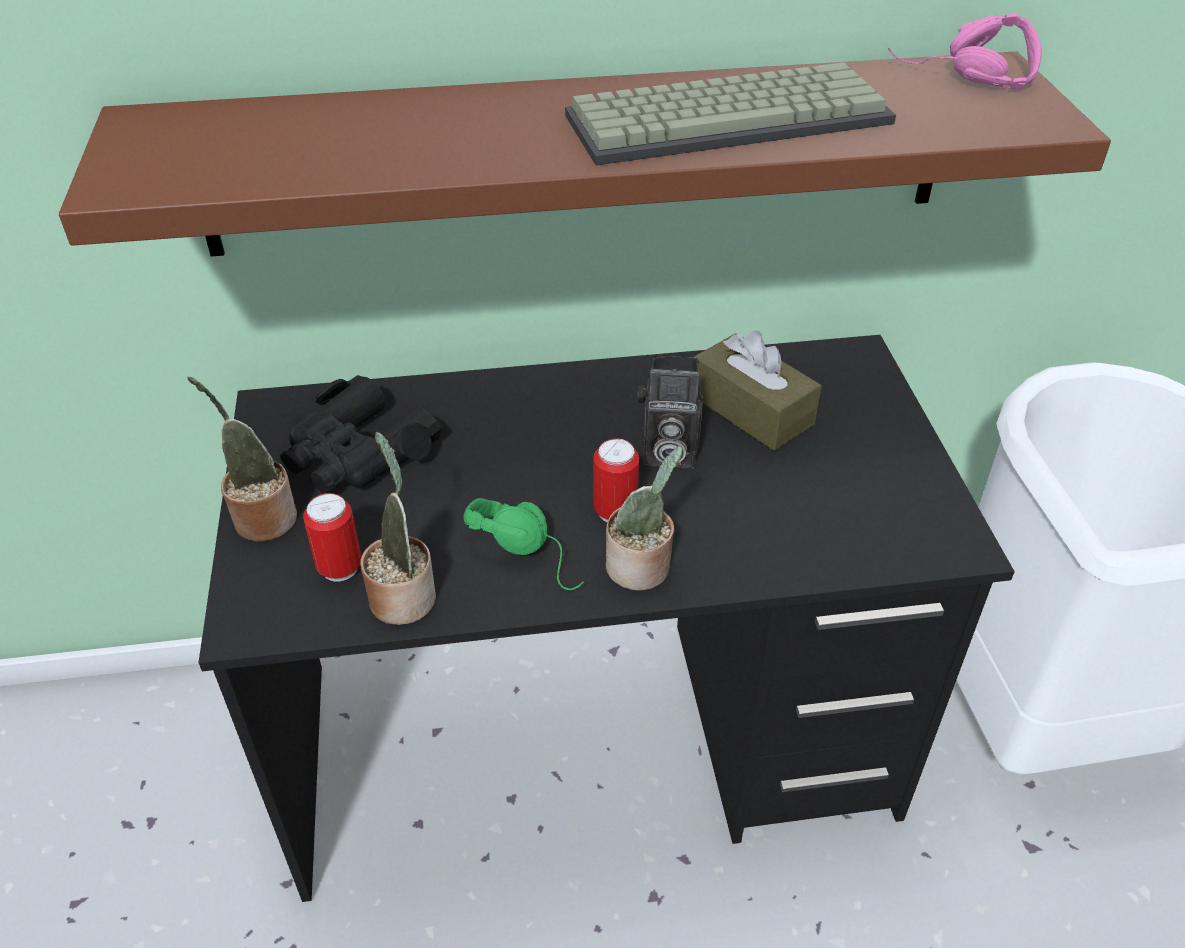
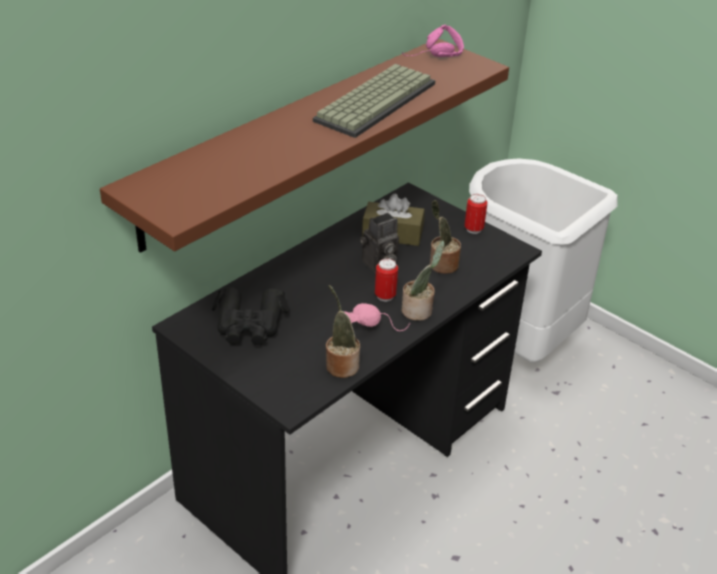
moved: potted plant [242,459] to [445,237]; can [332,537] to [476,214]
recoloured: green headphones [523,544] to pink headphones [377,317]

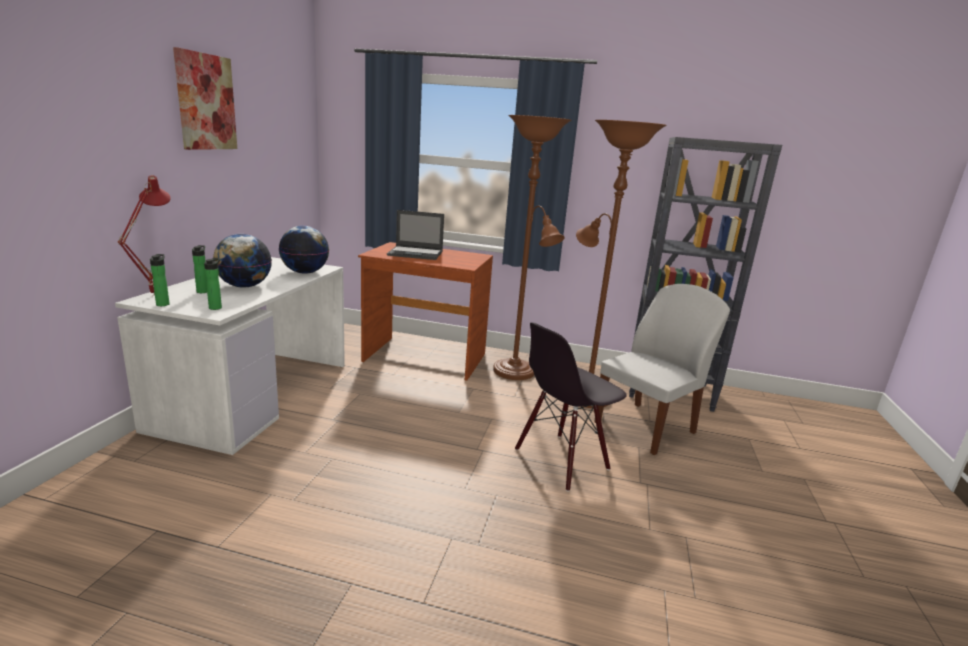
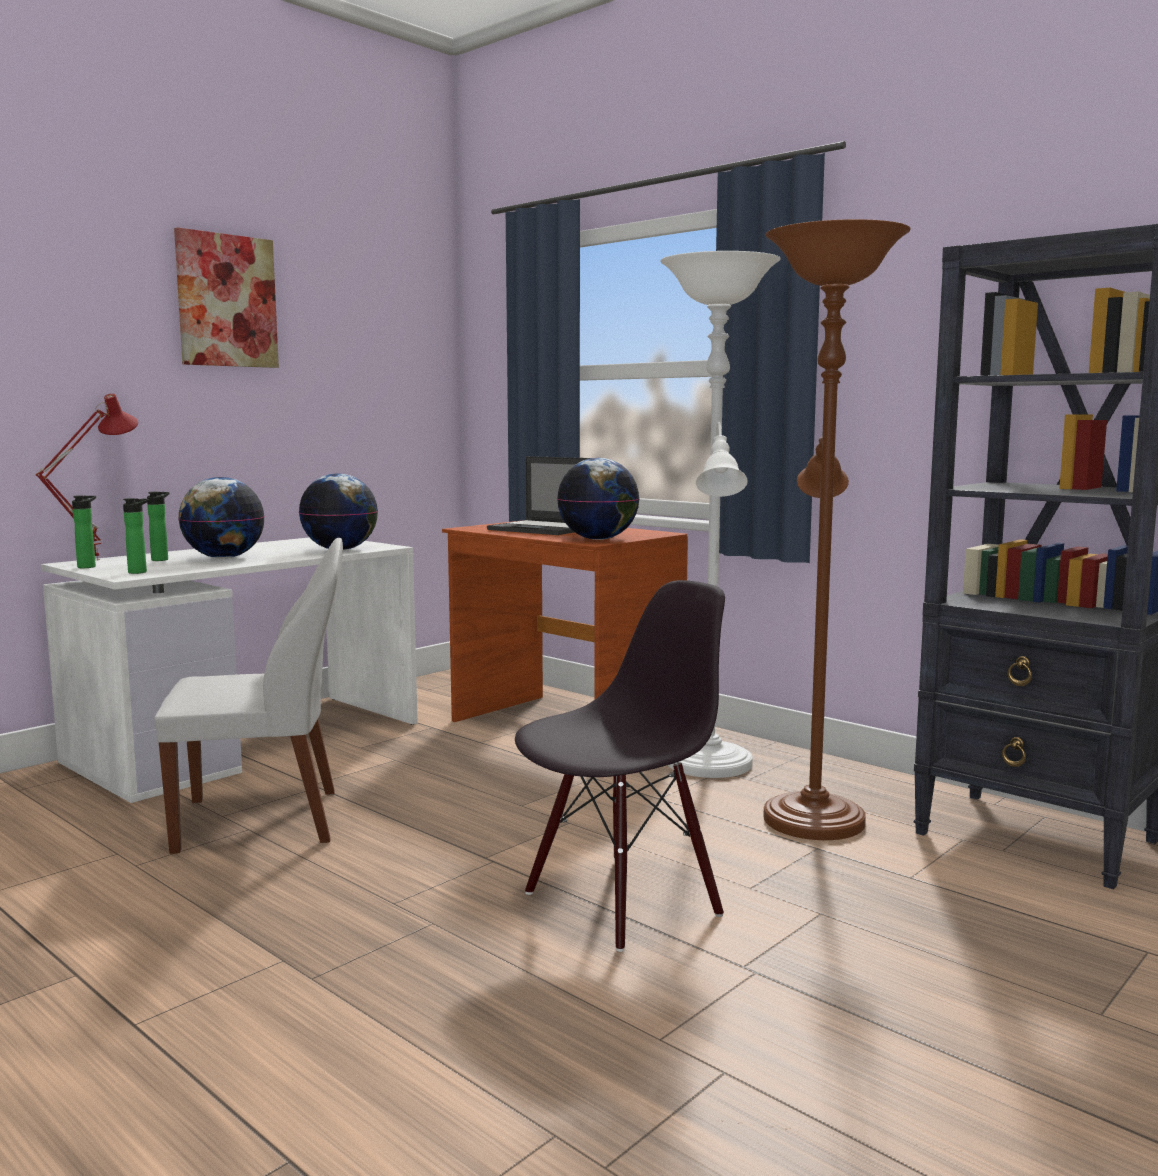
added: globe [598,499]
moved: white chair [662,369] to [248,696]
recoloured: brown floor lamp [532,247] to white floor lamp [720,514]
turned: black chair [571,407] = [620,766] 150 degrees clockwise

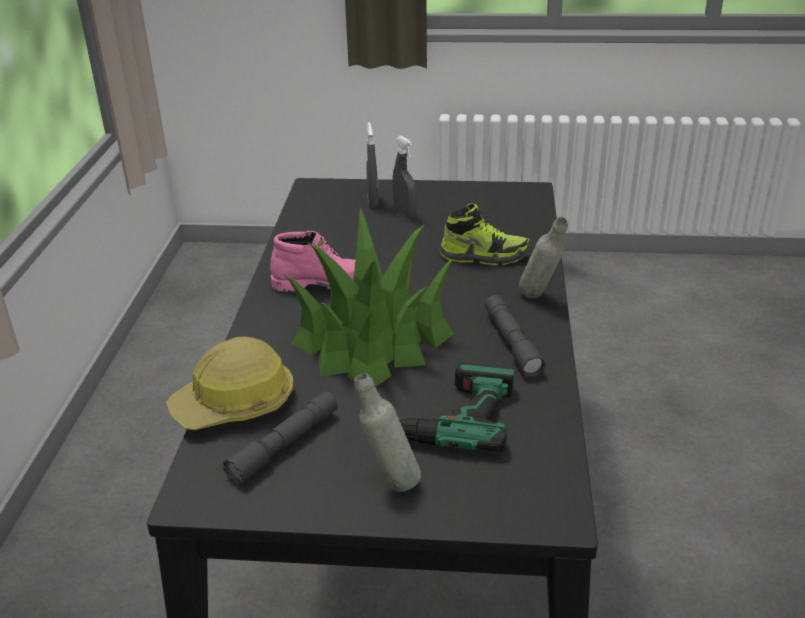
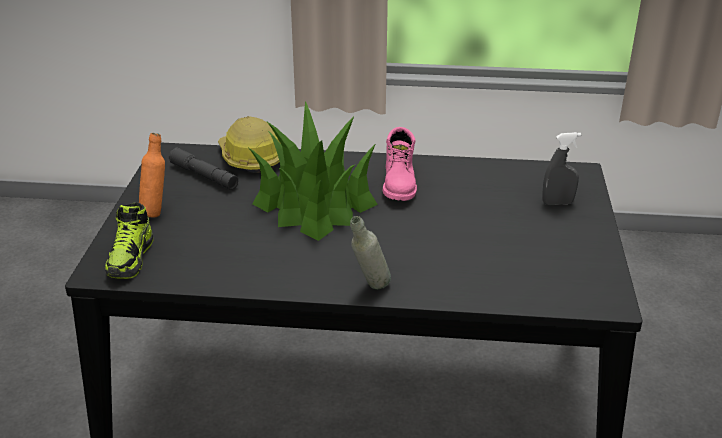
removed: grey spray bottle [404,177]; grey flashlight [515,336]; power drill [457,407]
moved: shoe [485,234] to [129,240]
recoloured: grey bottle [387,432] to orange bottle [152,175]

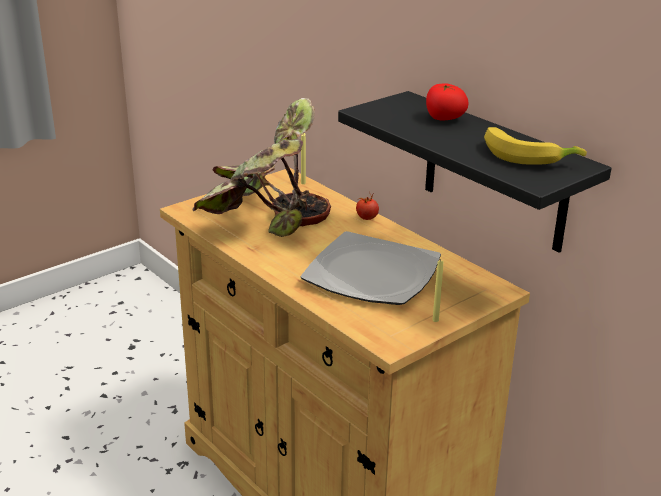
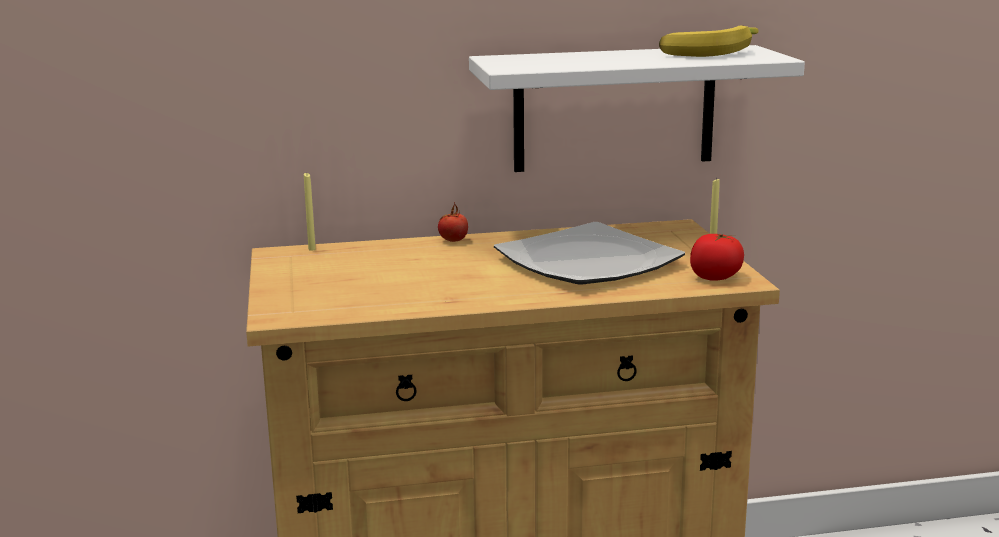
removed: potted plant [262,167]
moved: tomato [447,102] to [717,257]
recoloured: black shelf [475,172] to white shelf [637,108]

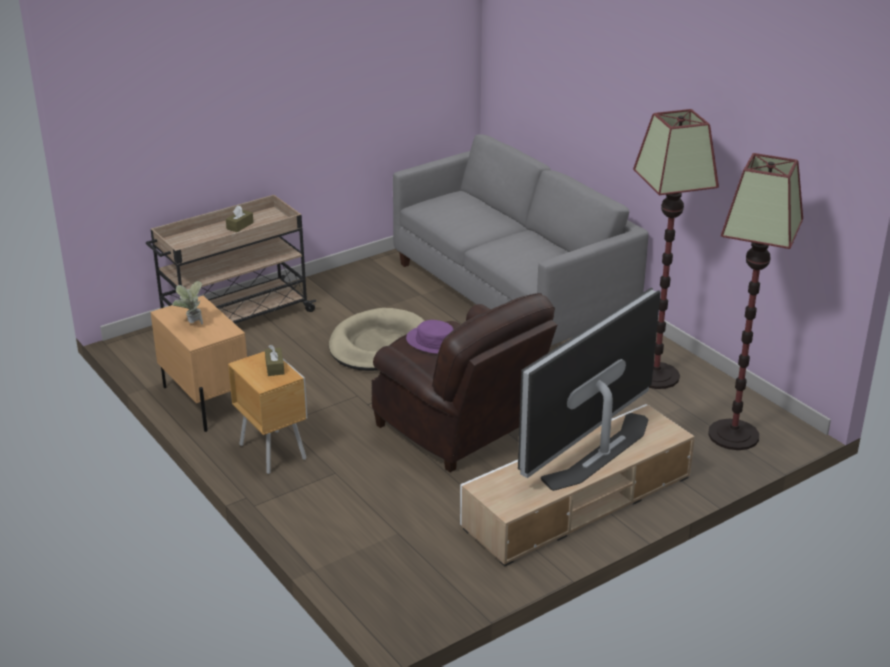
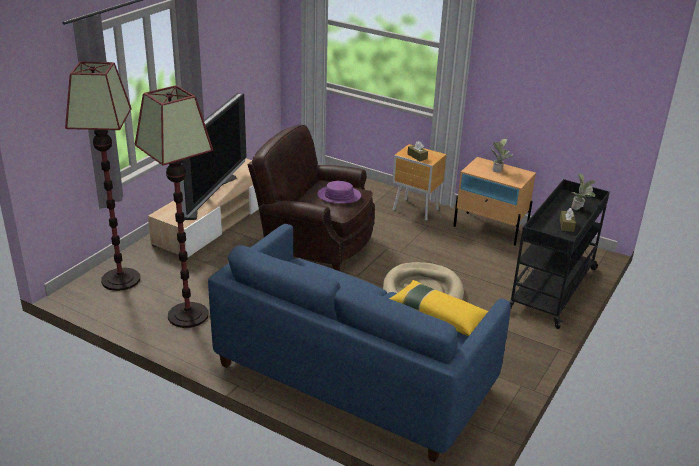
added: potted plant [584,191]; yellow pillow [438,308]
recoloured: grey sofa [520,239] to blue sofa [359,343]; beige cart [231,259] to black cart [559,254]

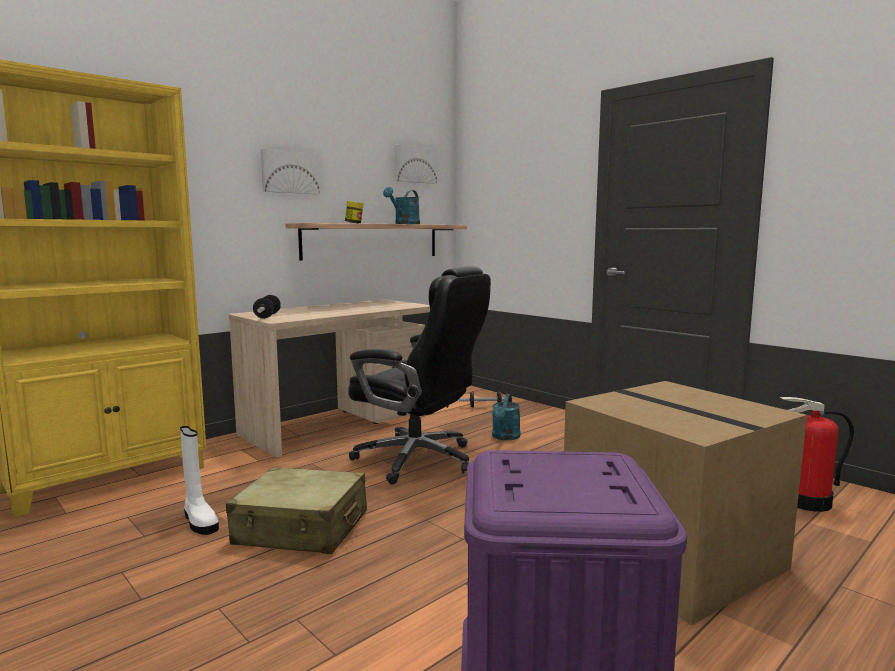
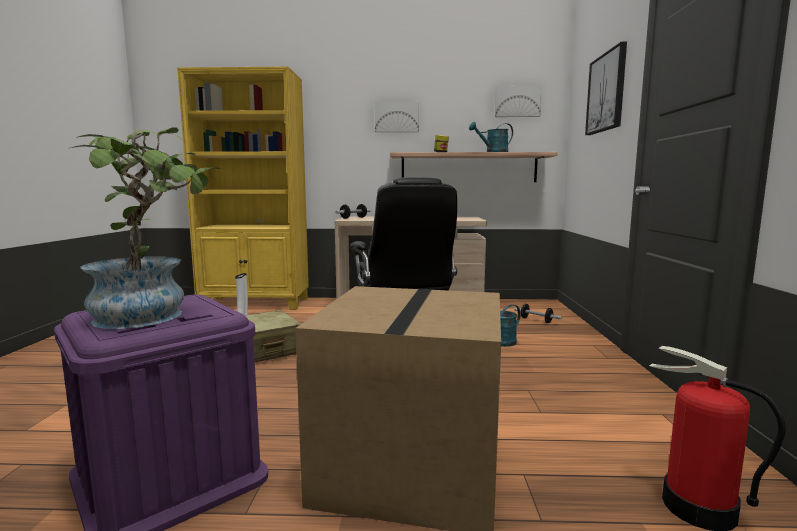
added: picture [606,88]; potted plant [146,228]

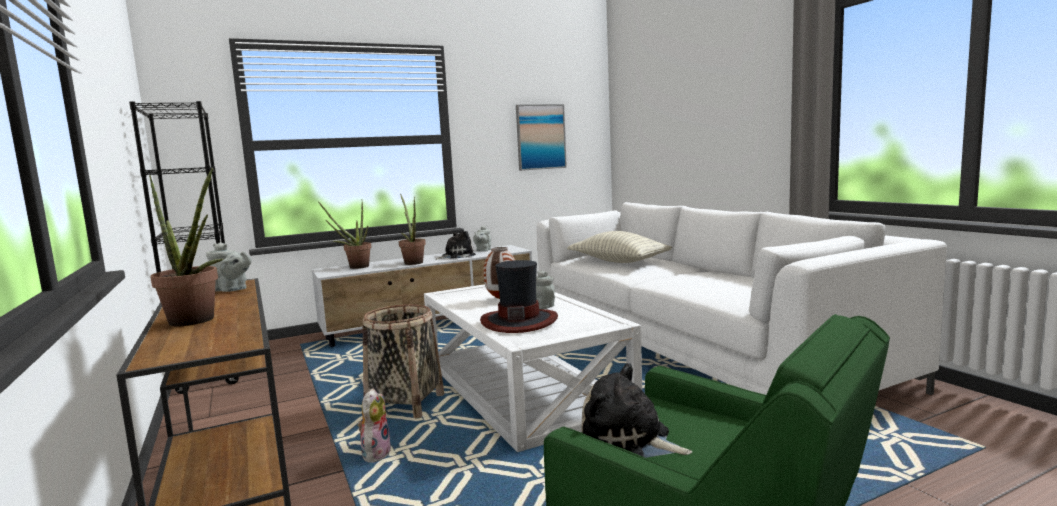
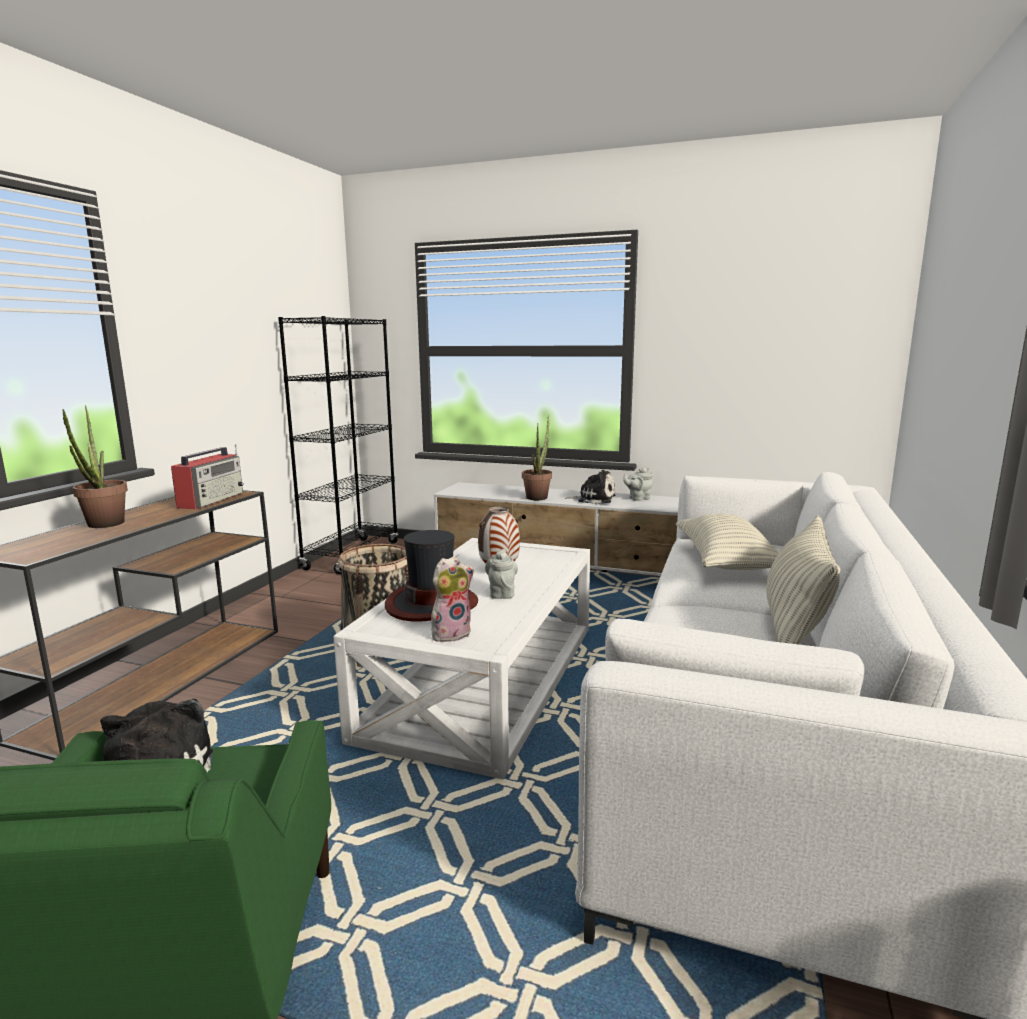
removed: picture [541,137]; potted plant [344,235]
added: pillow [803,580]
moved: plush toy [374,425] to [452,599]
replaced: grey teapot [229,267] to radio [207,476]

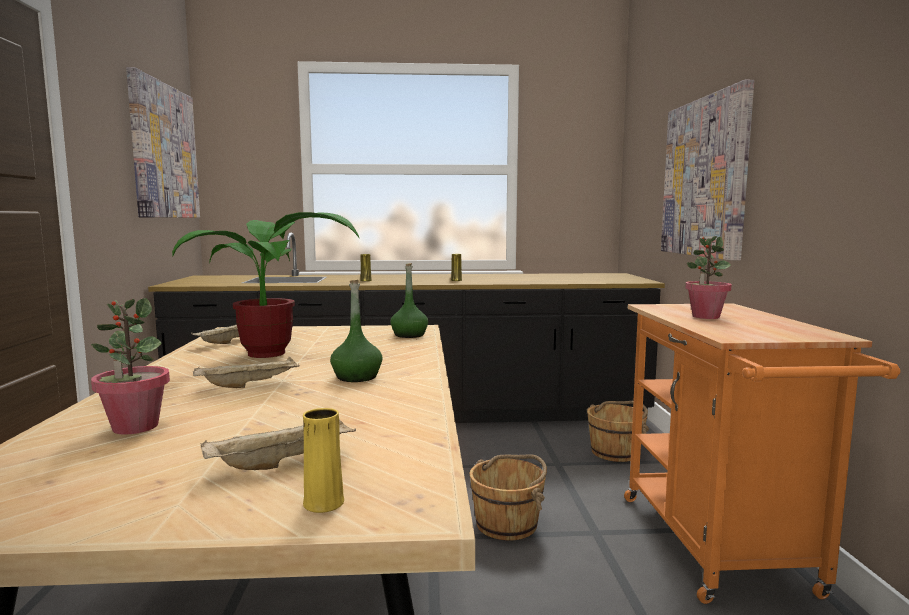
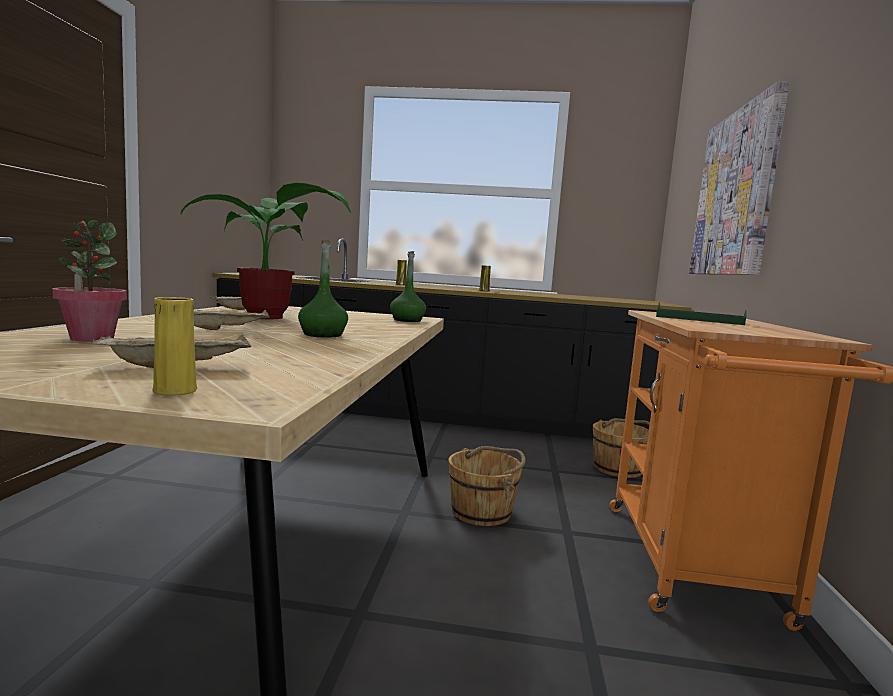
removed: picture [163,142]
replaced: potted plant [708,277] to green tray [701,314]

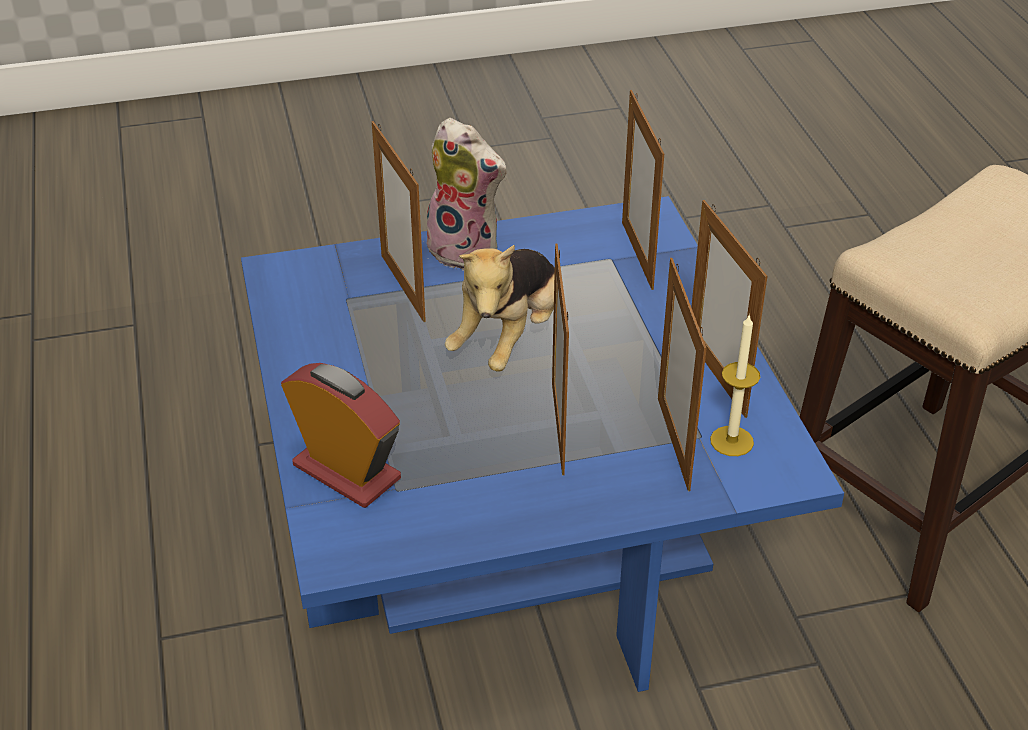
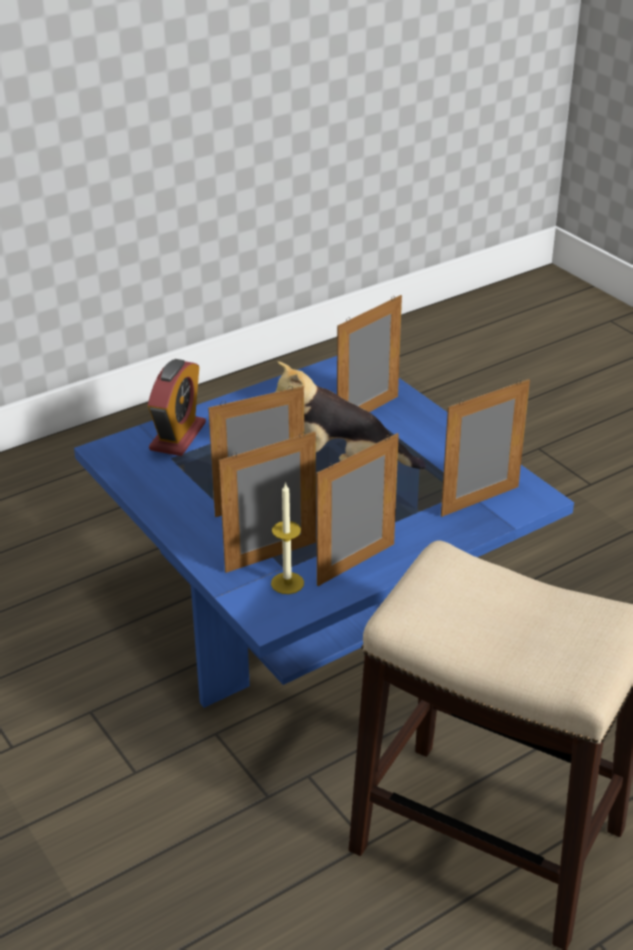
removed: plush toy [466,194]

